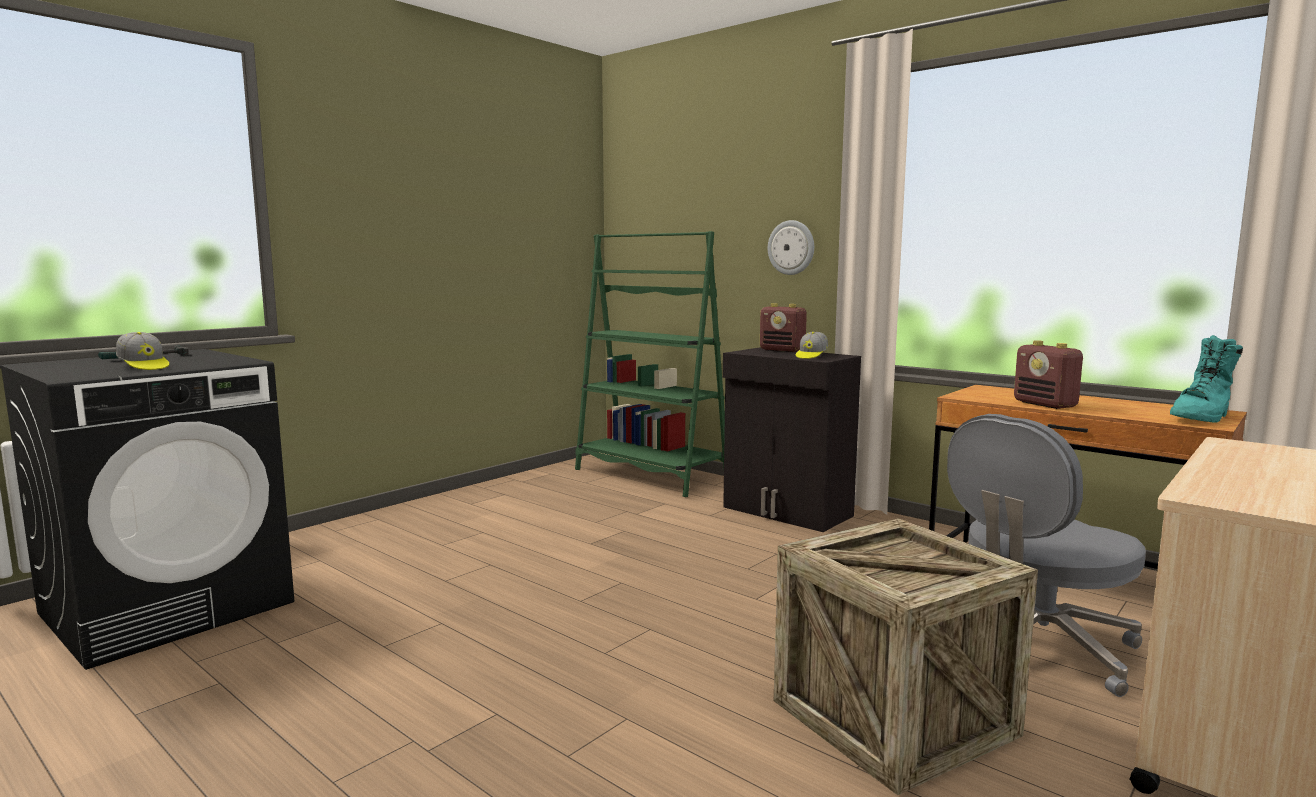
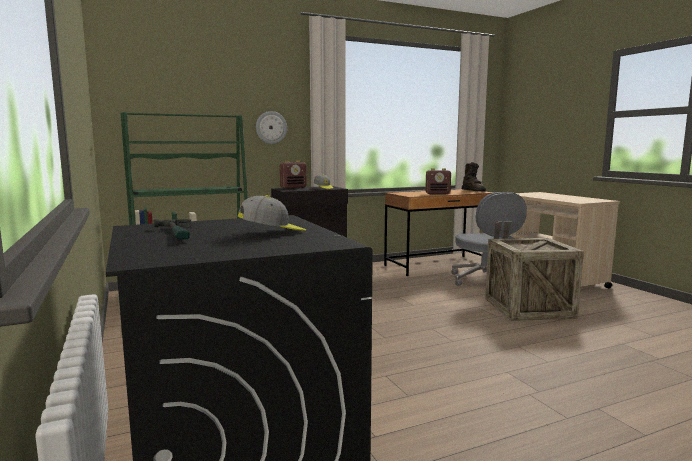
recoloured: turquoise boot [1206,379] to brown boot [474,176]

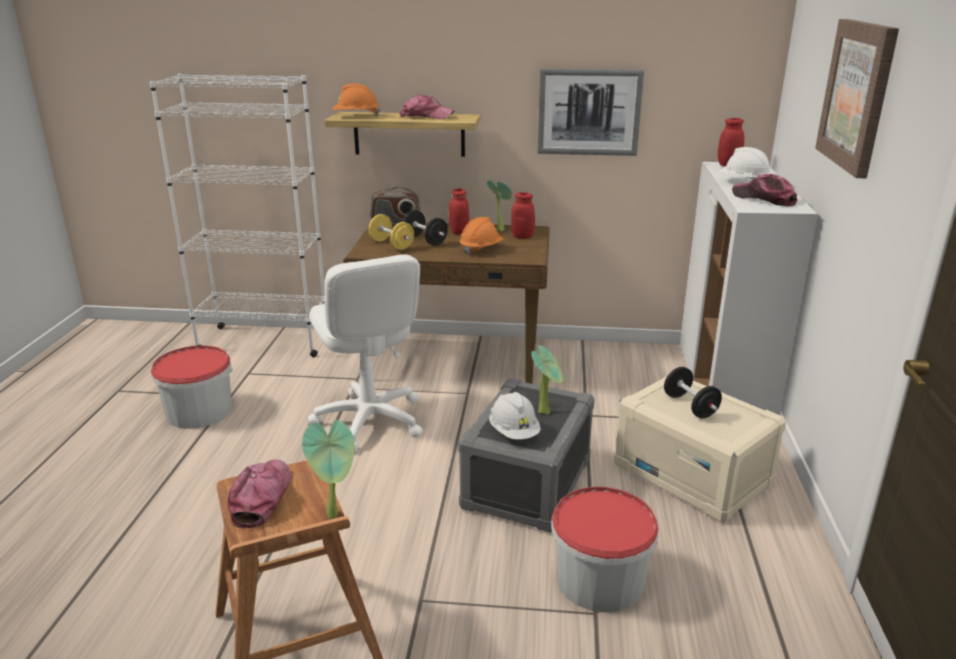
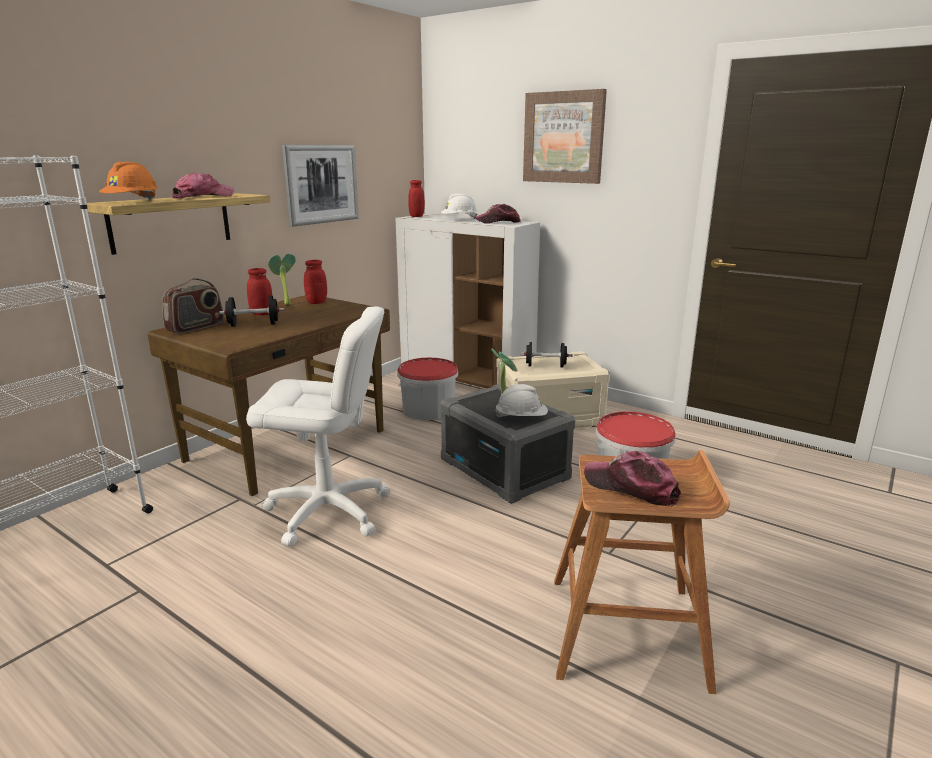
removed: yellow dumbbell [391,232]; orange hard hat [482,236]; potted plant [328,469]
moved: bucket [192,387] to [427,389]

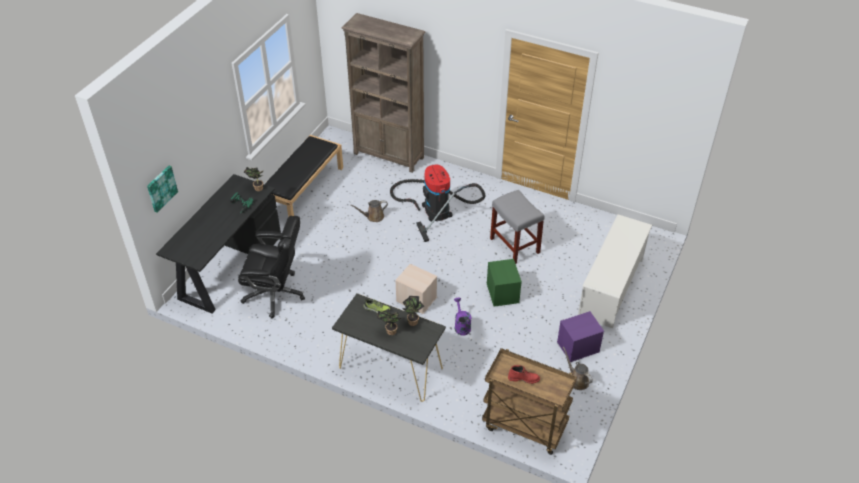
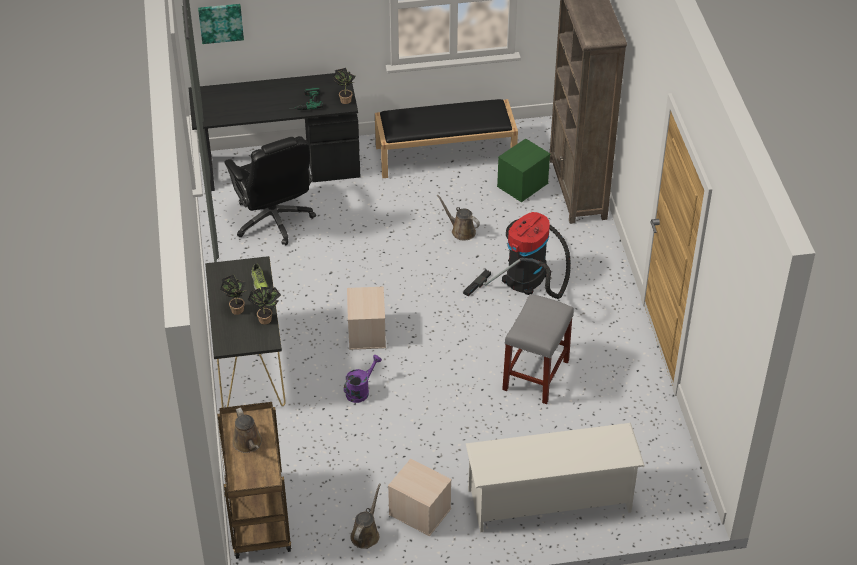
moved: green storage box [504,283] to [523,170]
replaced: red boot [524,374] to brown watering can [247,430]
recoloured: purple storage box [580,336] to beige storage box [420,497]

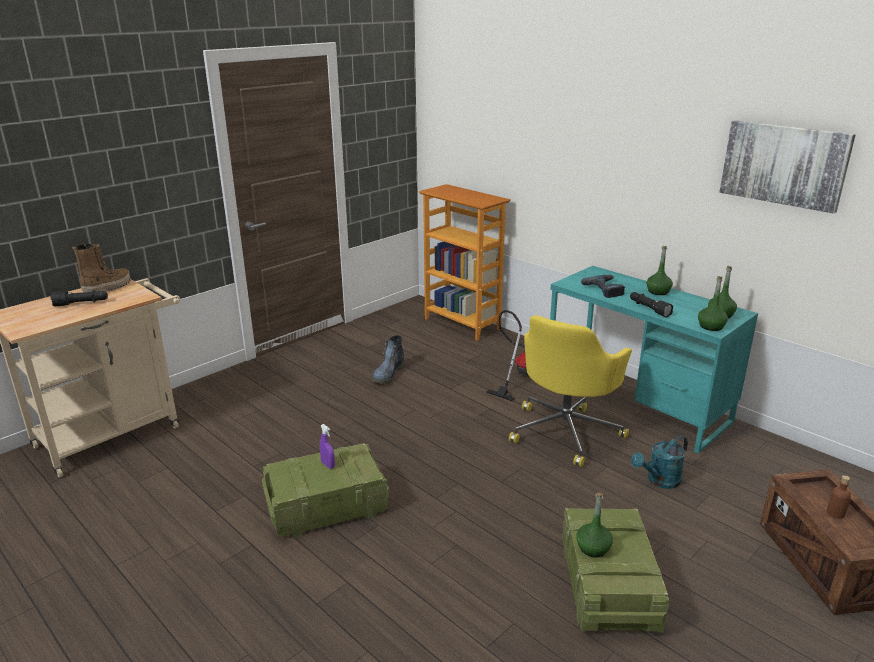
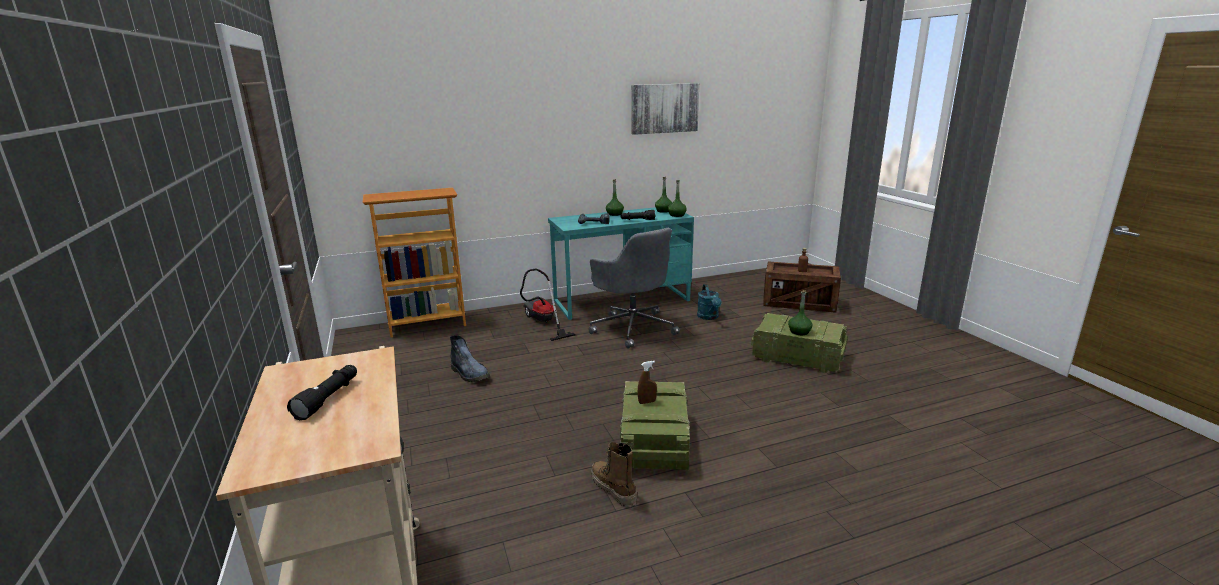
moved: boot [101,268] to [614,475]
recoloured: yellow office chair [570,391] to grey office chair [634,288]; purple spray bottle [327,446] to brown spray bottle [647,382]

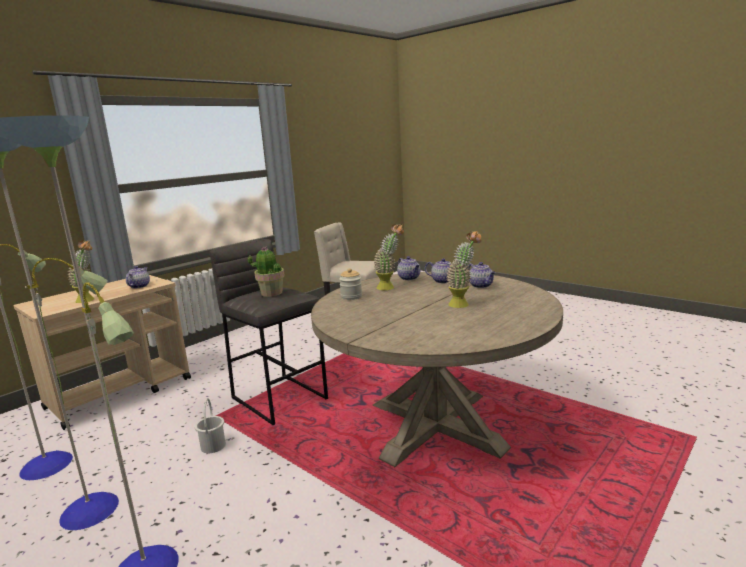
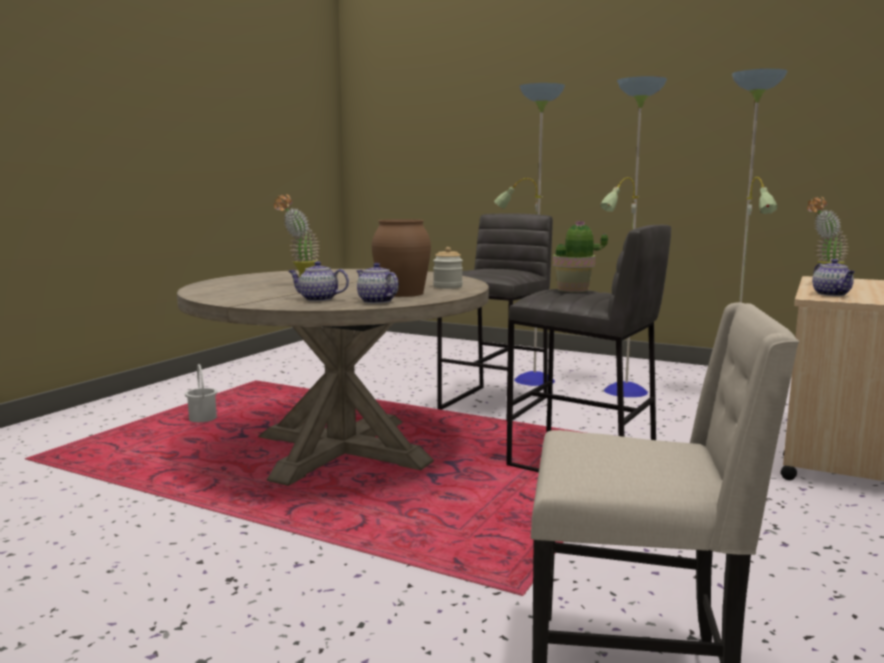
removed: teapot [481,275]
added: grey stool [495,317]
moved: white bucket [210,425] to [201,393]
replaced: potted plant [389,257] to brown vase [401,258]

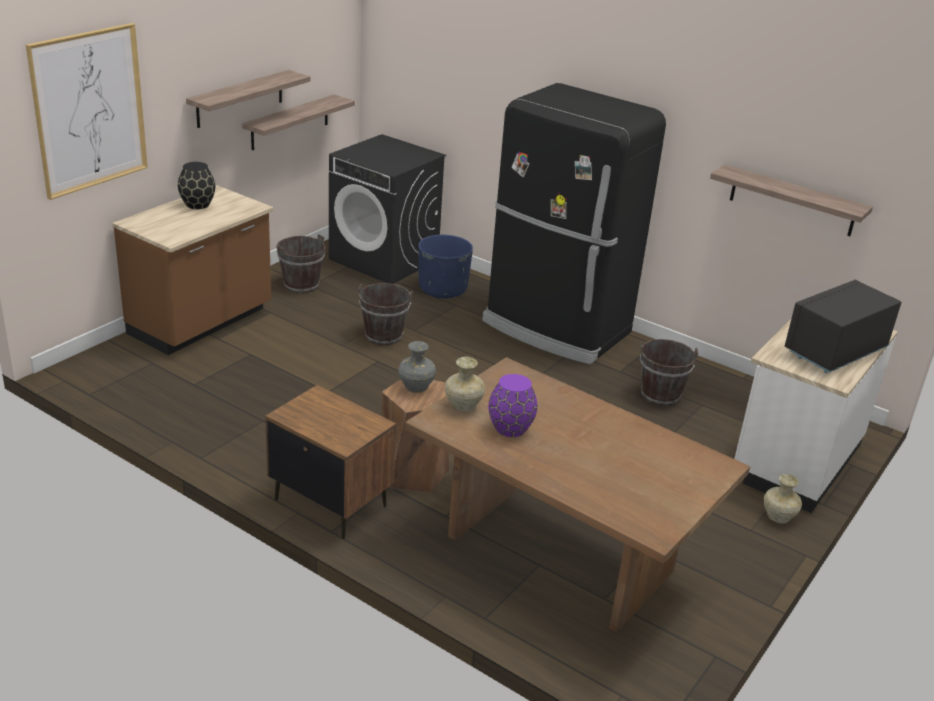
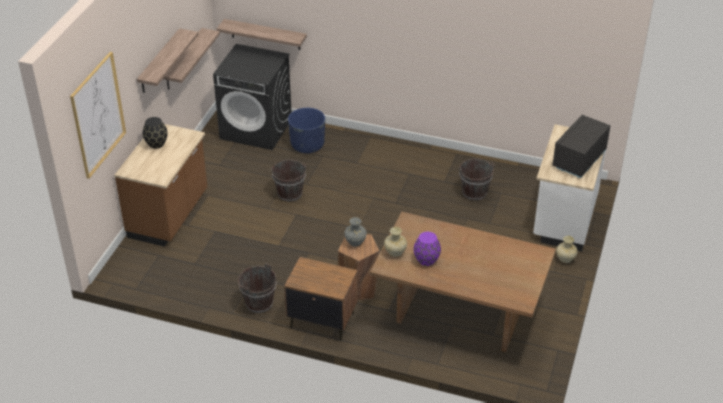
removed: black fridge [574,223]
moved: shelf [791,200] to [261,34]; brown bucket [301,263] to [257,288]

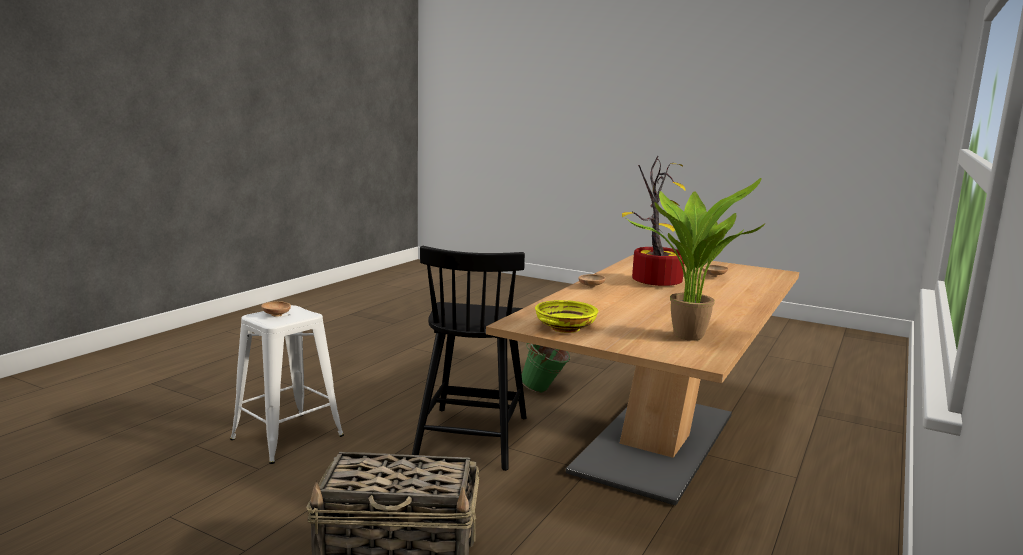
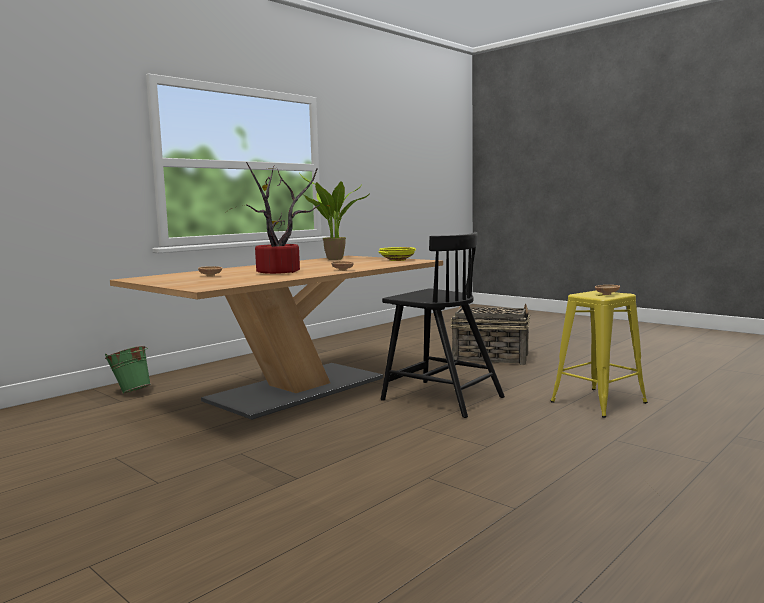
moved: green bucket [546,368] to [128,370]
recoloured: white stool [287,384] to yellow stool [599,354]
turned: black chair [469,358] = [443,325] 105 degrees clockwise

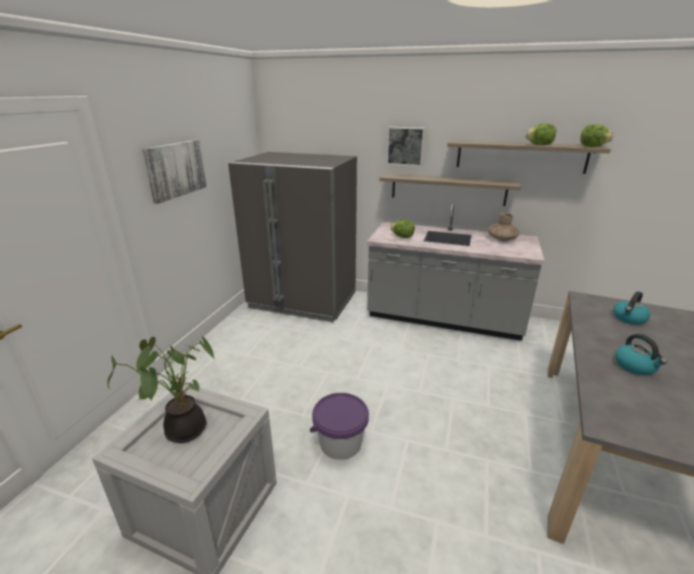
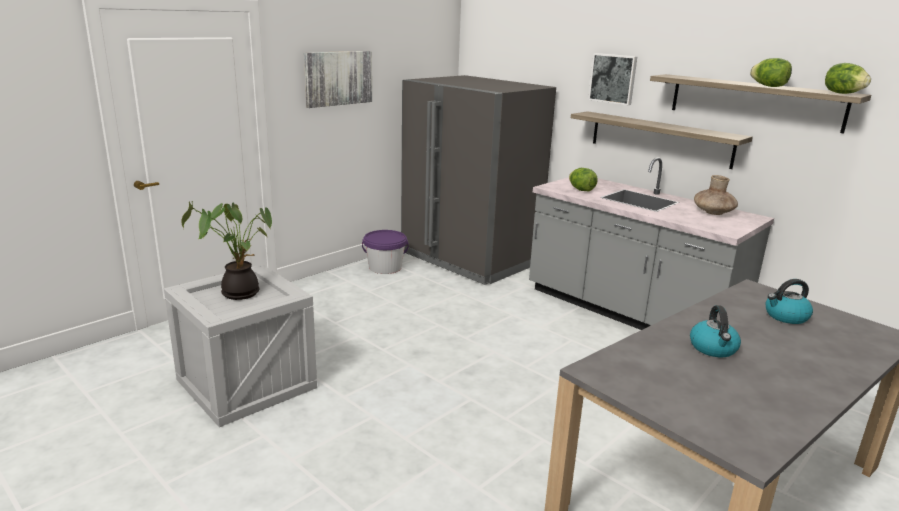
moved: purple bucket [339,426] to [385,252]

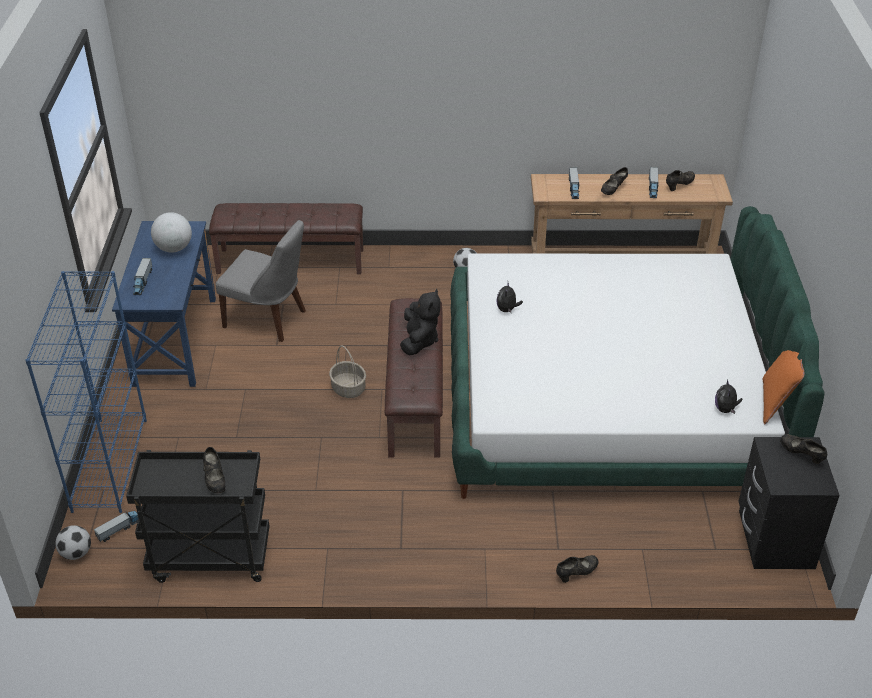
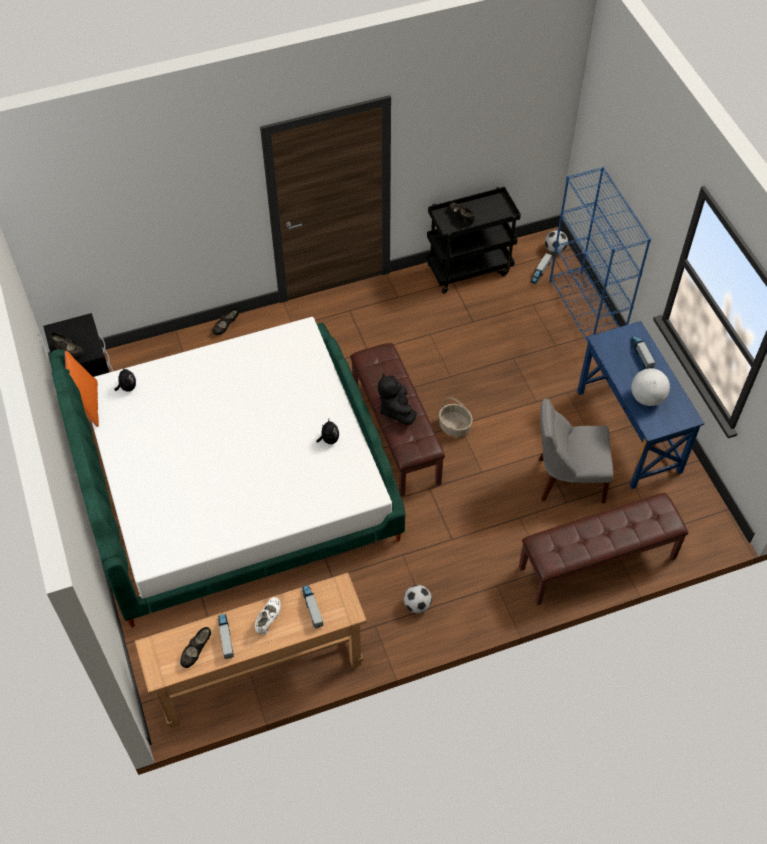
recoloured: black shoe [614,181] to white shoe [268,616]

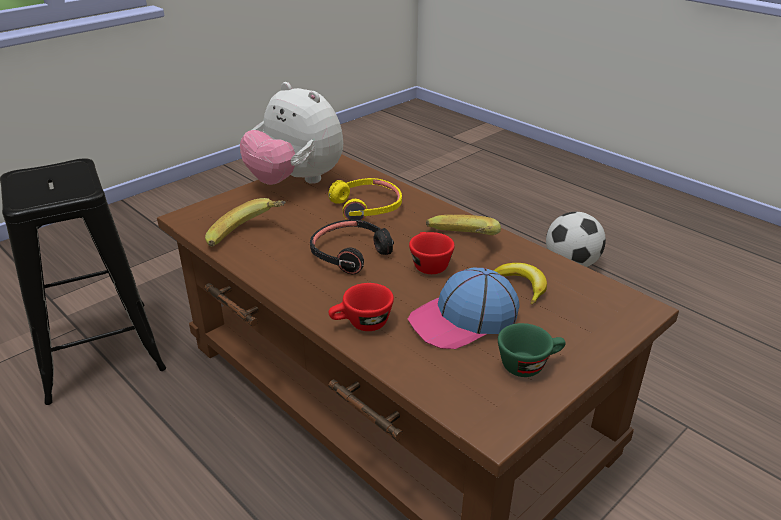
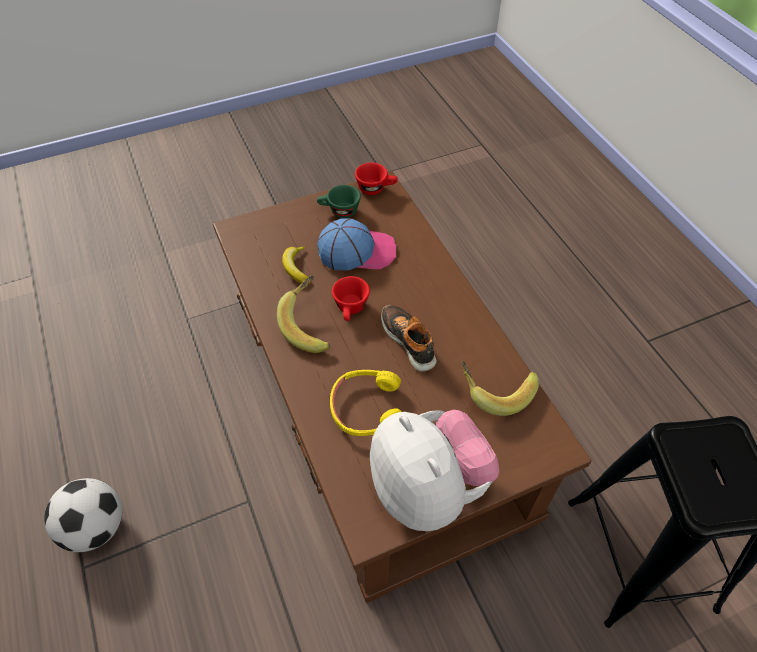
moved: red cup [361,307] to [376,179]
replaced: black headphones [352,247] to shoe [409,338]

